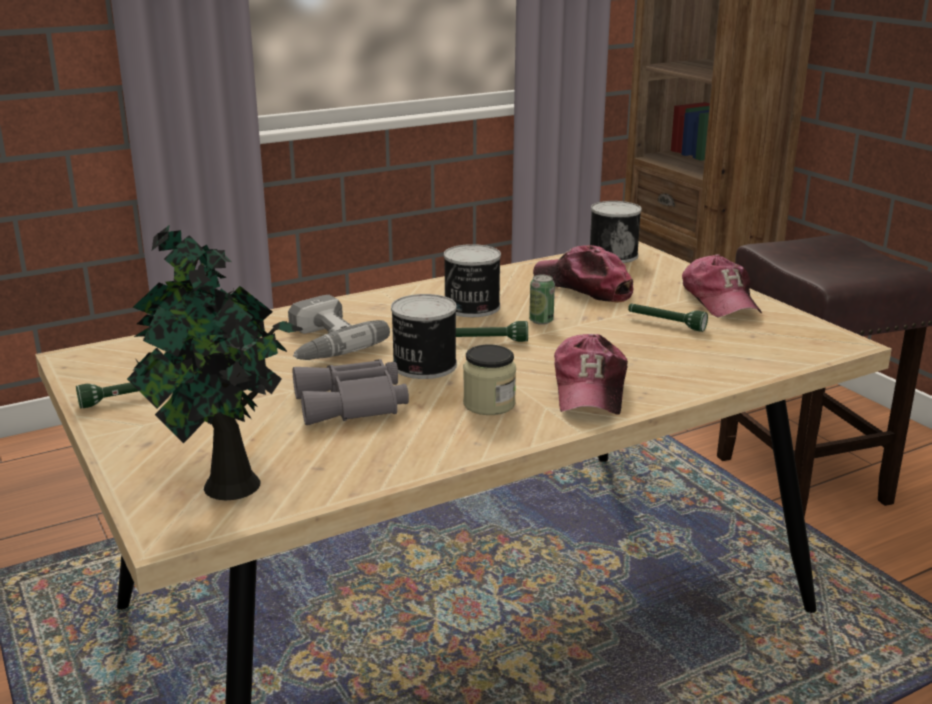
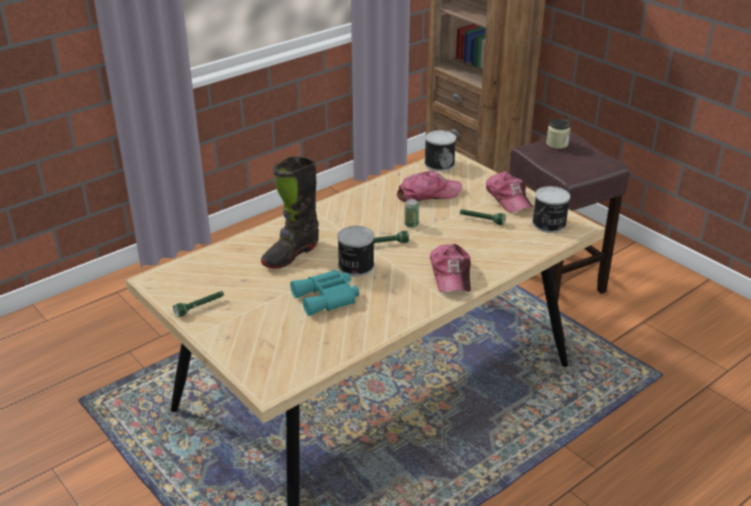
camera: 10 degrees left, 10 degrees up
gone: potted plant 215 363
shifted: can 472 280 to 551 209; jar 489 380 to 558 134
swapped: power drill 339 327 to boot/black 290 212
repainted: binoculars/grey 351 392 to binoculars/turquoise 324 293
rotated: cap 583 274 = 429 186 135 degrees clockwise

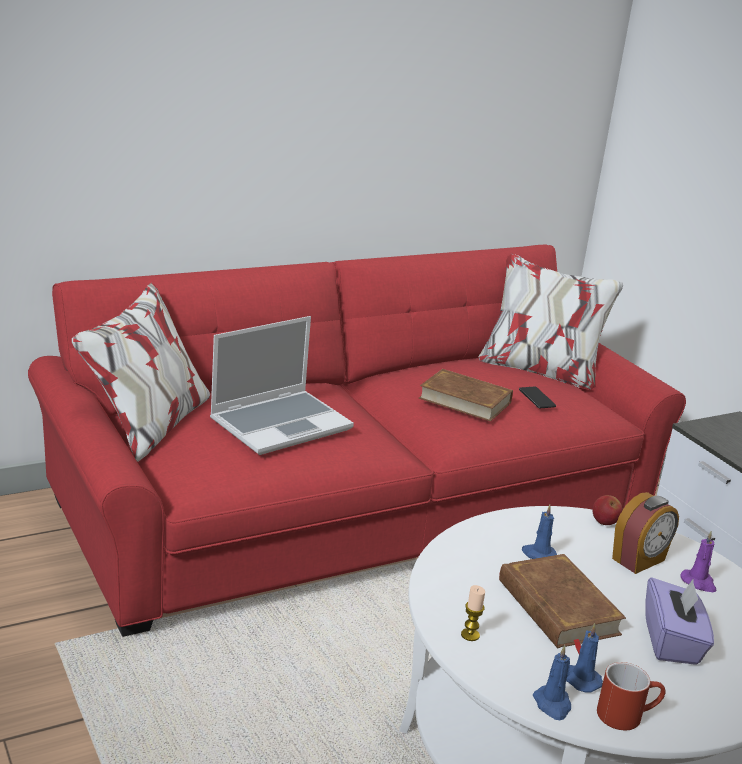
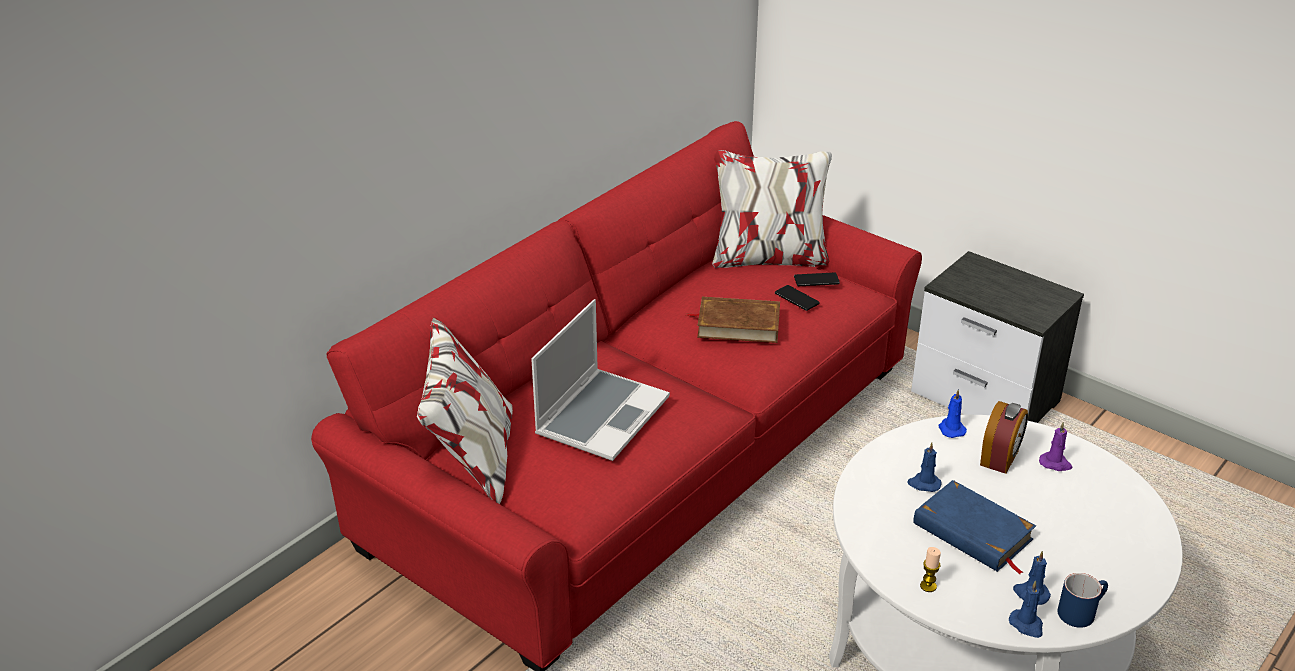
camera: 20 degrees left, 10 degrees up
gone: tissue box/purple 679 621
new: phone 817 279
swapped: apple 608 510 to candle/blue 952 413
repainted: book/brown 562 604 to book/blue 974 527; mug/red 631 696 to mug/blue 1083 600

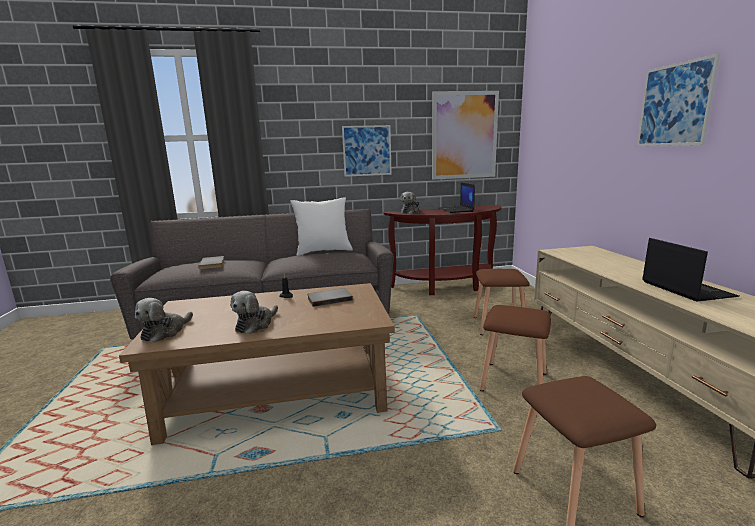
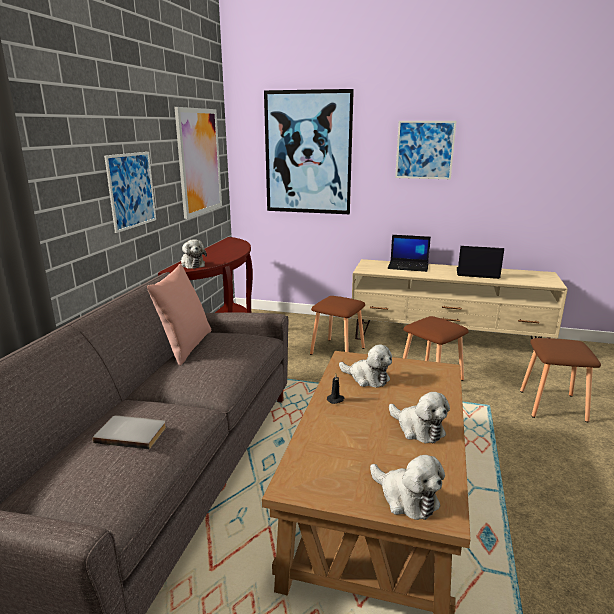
camera: 65 degrees left, 5 degrees up
new: picture 309 151
shifted: laptop 456 198 to 409 253
swapped: book/grey 330 297 to plush toy 365 366
repainted: pillow/white 322 226 to pillow/pink 179 315

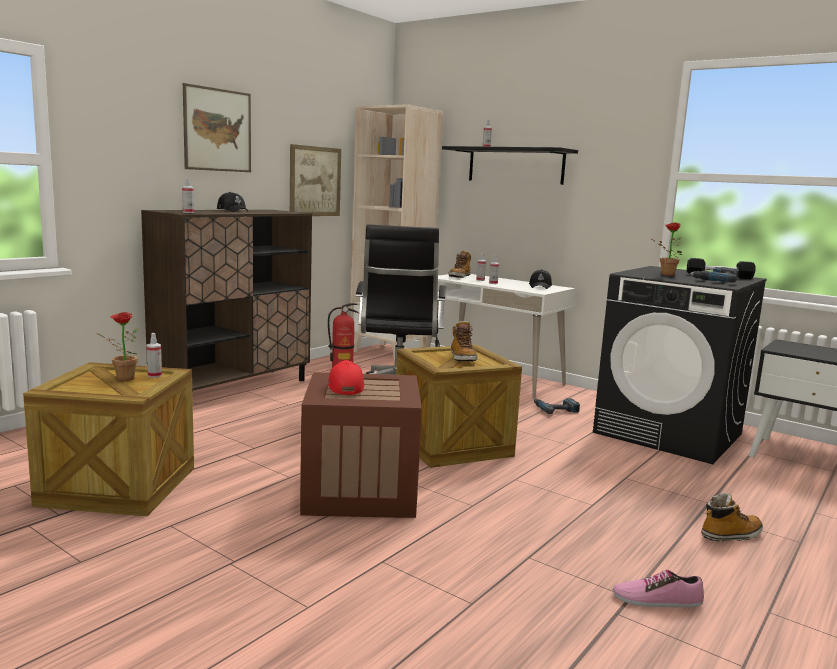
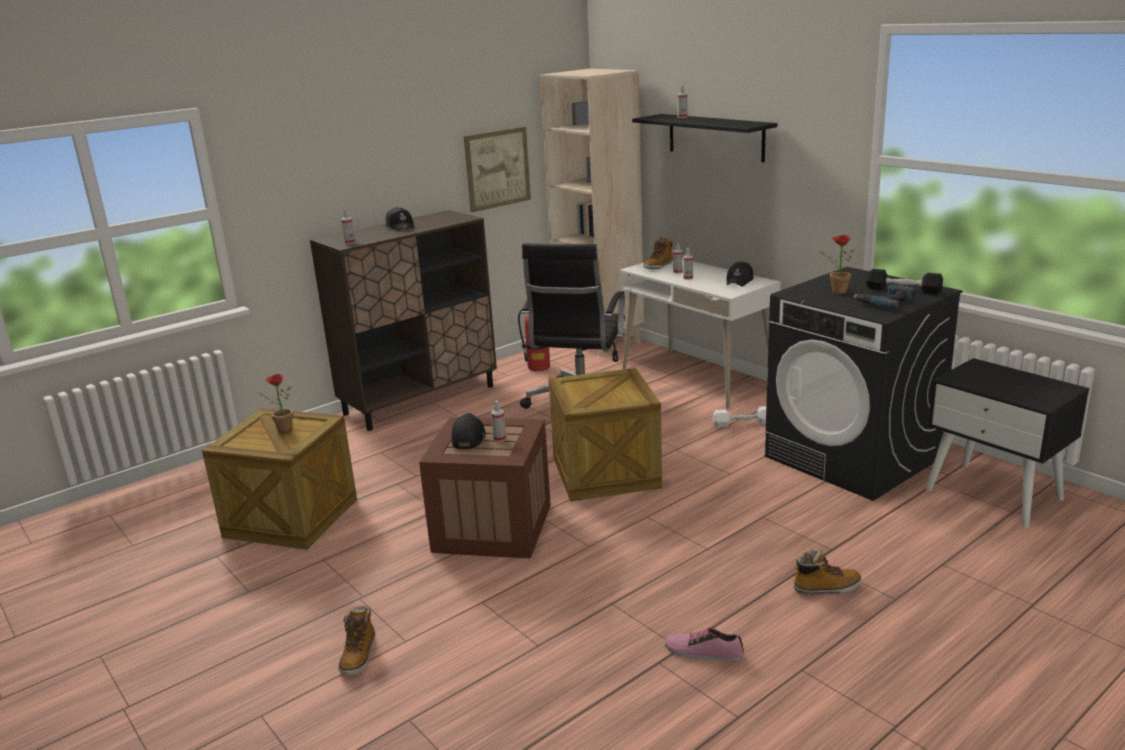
camera: 15 degrees right, 10 degrees up
gone: picture 217 127
shifted: boot 464 341 to 356 640; spray bottle 154 355 to 498 421
swapped: power drill 557 406 to dumbbell/white 739 417
repainted: cap/red 346 377 to cap/black 469 431

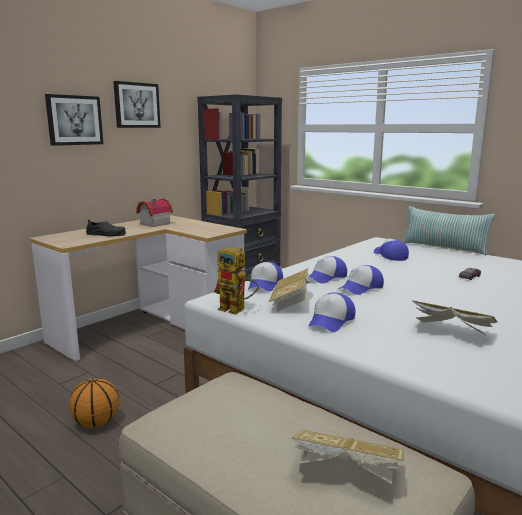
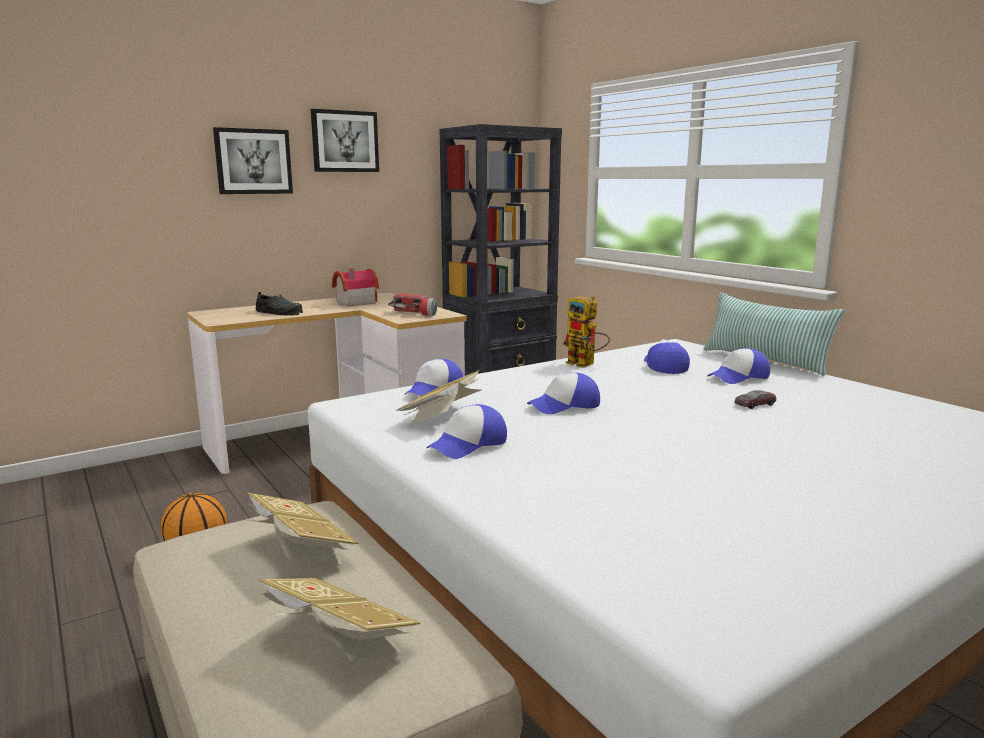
camera: 15 degrees right, 0 degrees up
new: flashlight 412 304
shifted: book 455 318 to 302 528; toy robot 236 281 to 586 332; cap 328 269 to 738 366

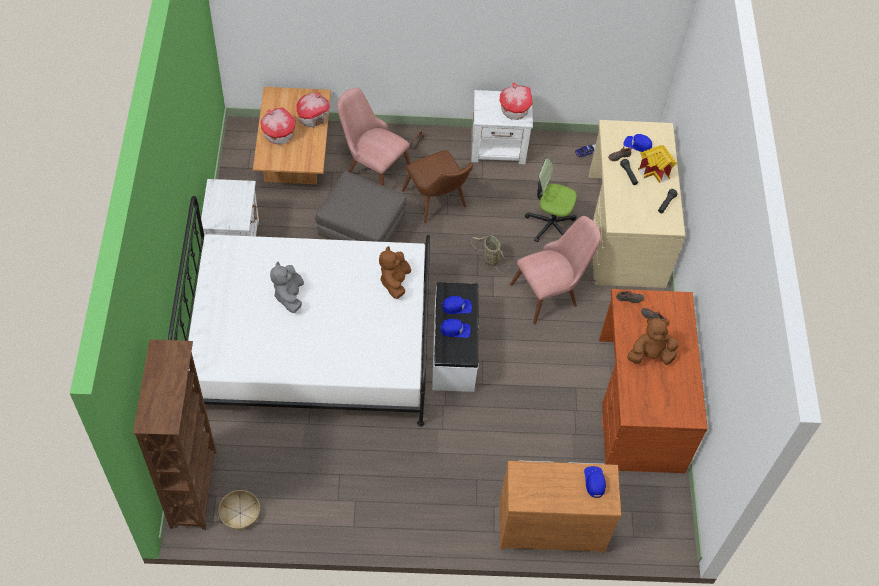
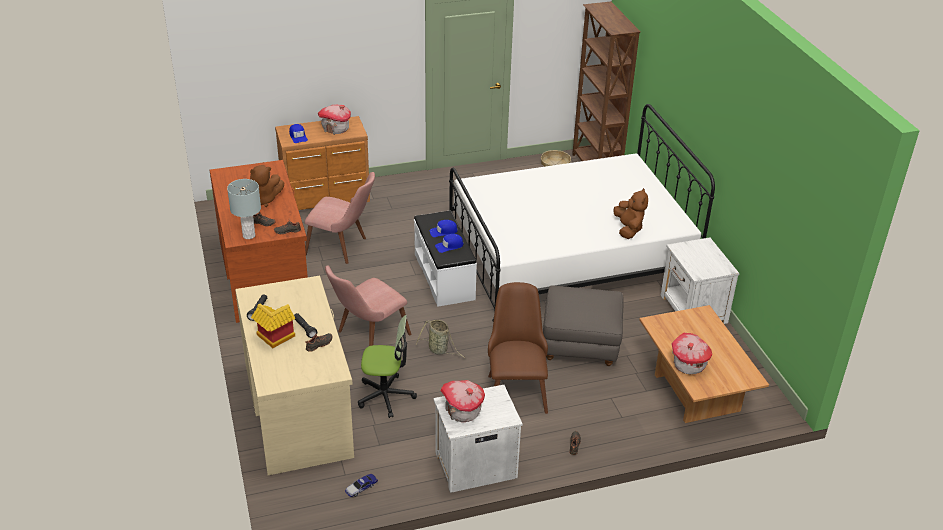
camera: 165 degrees right, 20 degrees down
gone: plush toy/grey 287 287; cap/blue 638 143
new: table lamp/grey 244 209
shifted: chair/pink 374 136 to 340 218; toy house 278 125 to 334 119; plush toy/brown 395 272 to 630 213
rotated: chair/brown 437 187 = 518 348 45 degrees clockwise

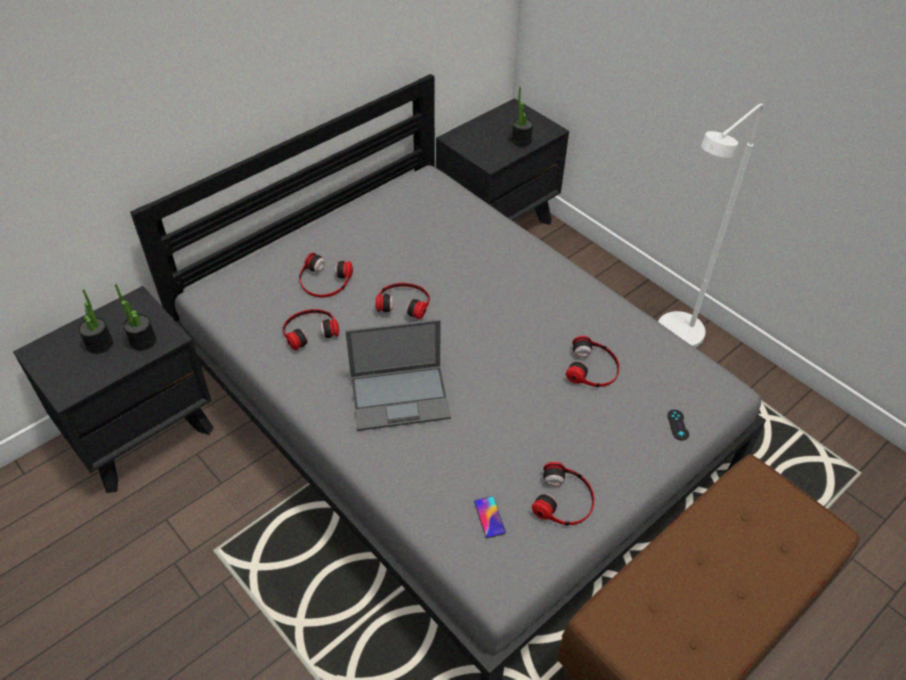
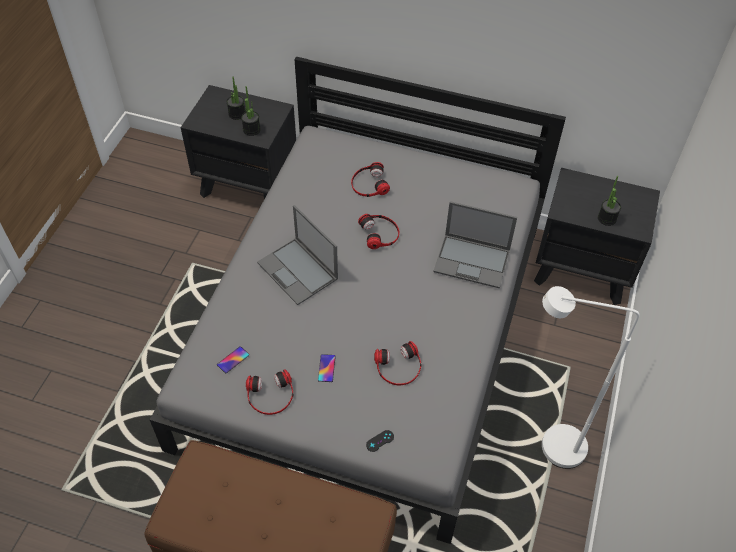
camera: 60 degrees right, 5 degrees up
gone: headphones 310 329
new: phone 327 368; laptop 475 244

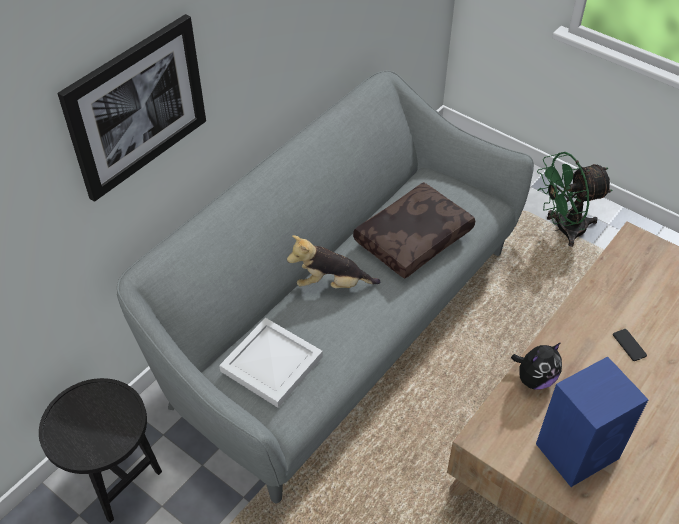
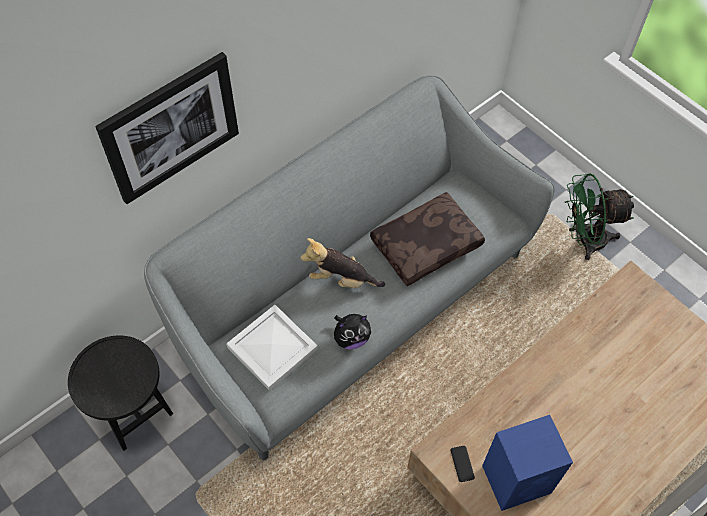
camera: 10 degrees right, 10 degrees up
shifted: plush toy 536 366 to 352 331; phone 630 345 to 463 464

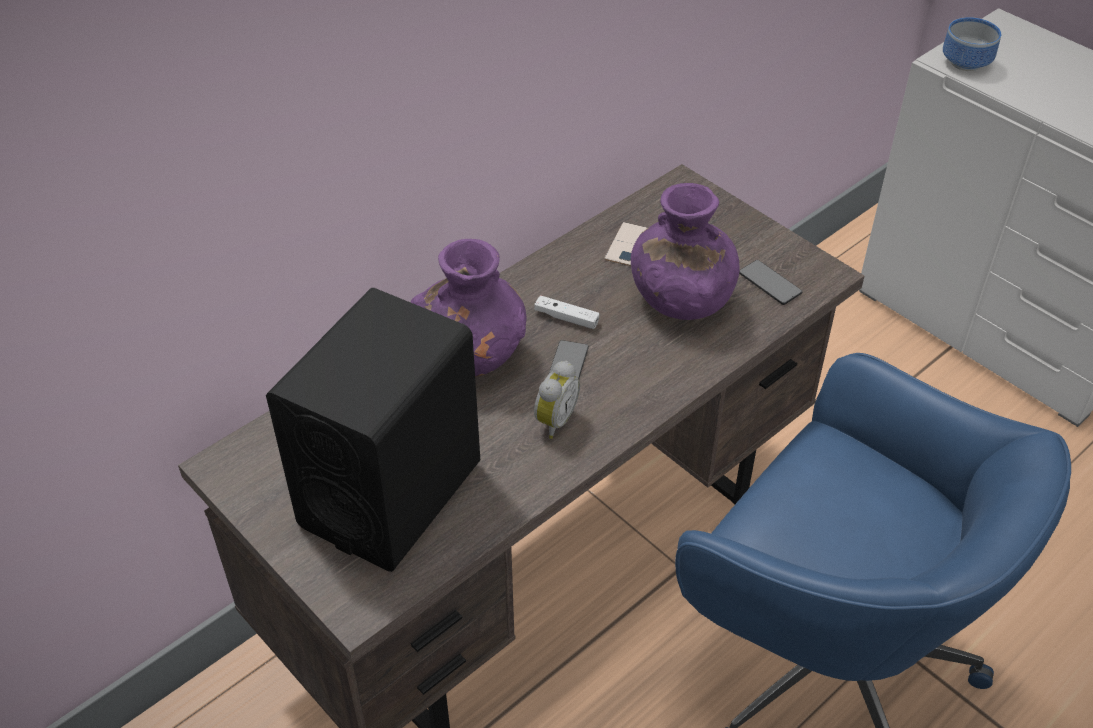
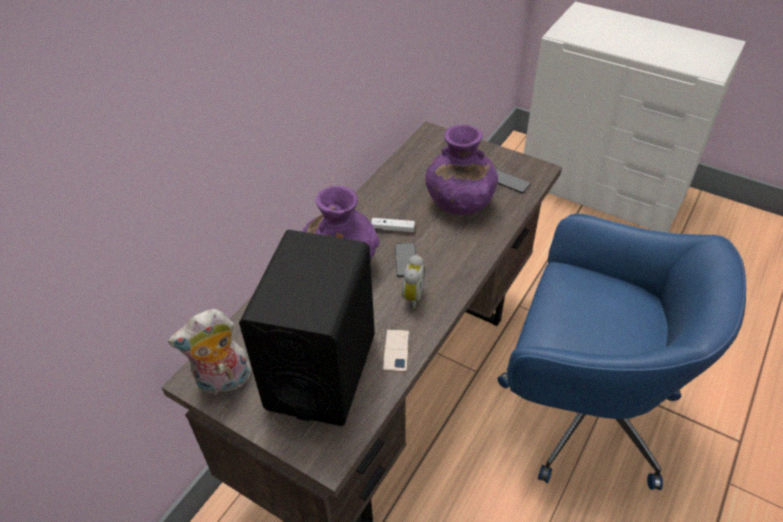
camera: 15 degrees left, 0 degrees up
gone: bowl 972 44
new: plush toy 209 352
shifted: phone 625 244 to 396 350

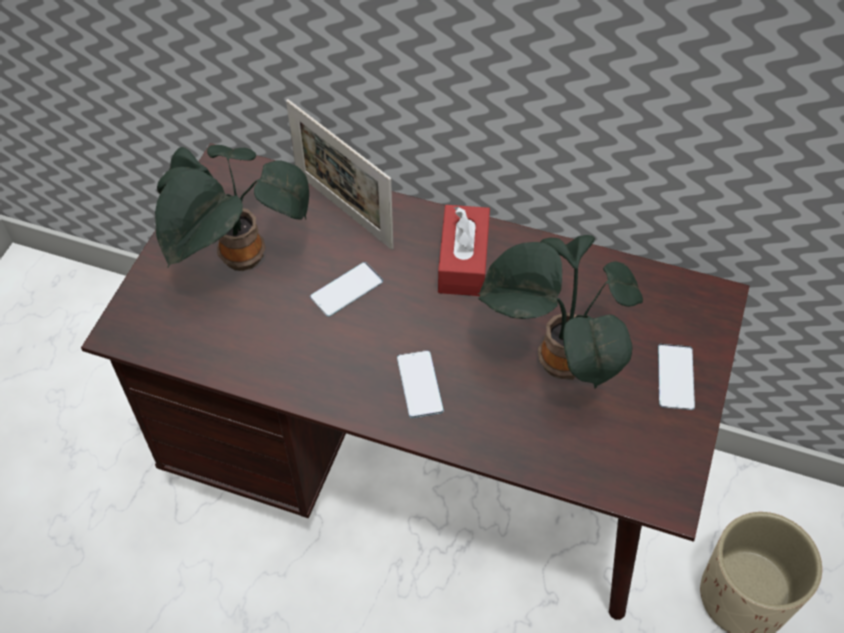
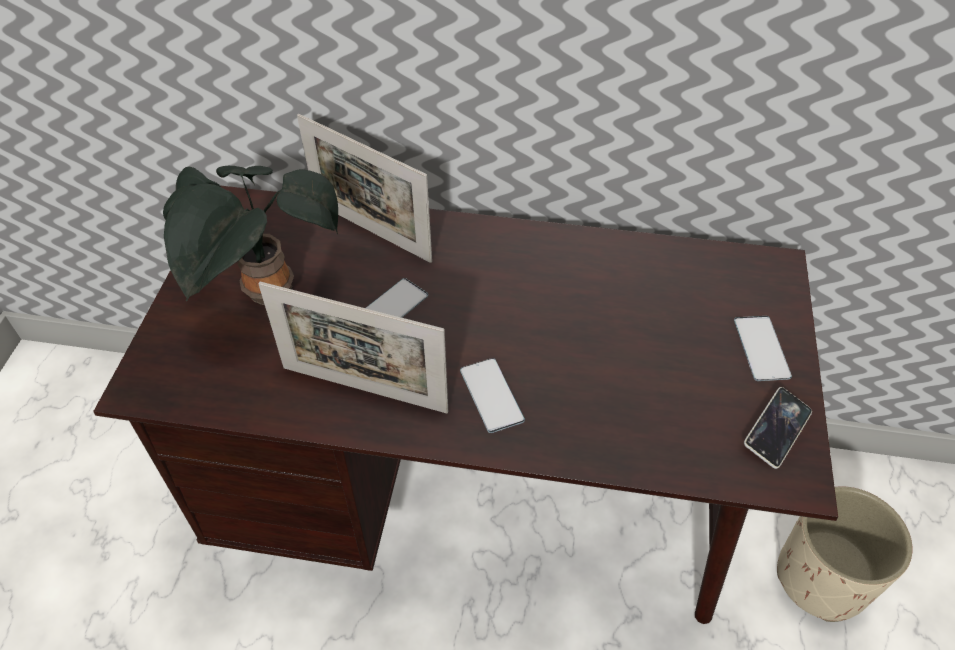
camera: 10 degrees left, 5 degrees down
gone: tissue box/red 464 250; potted plant 560 312
new: picture frame 353 347; phone 778 428

